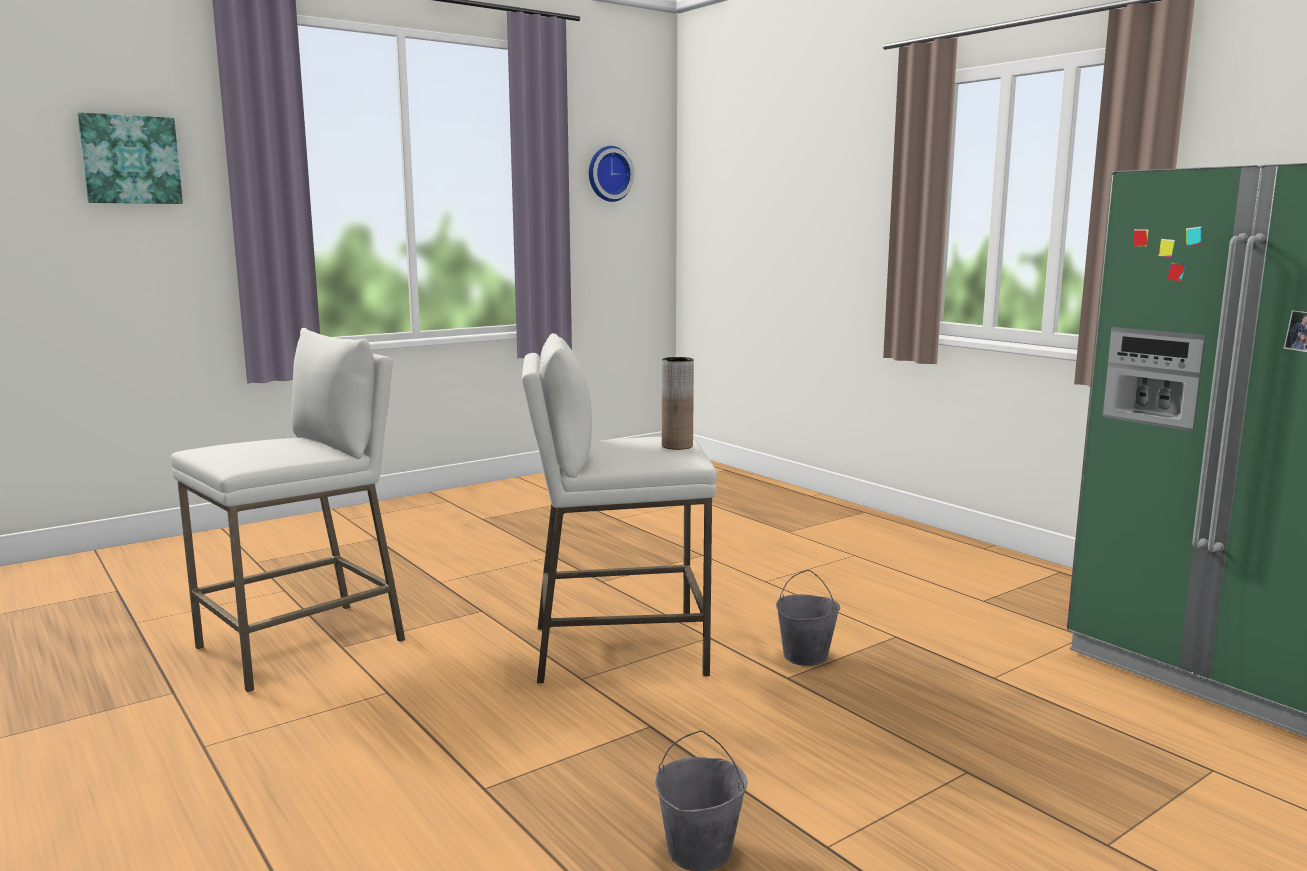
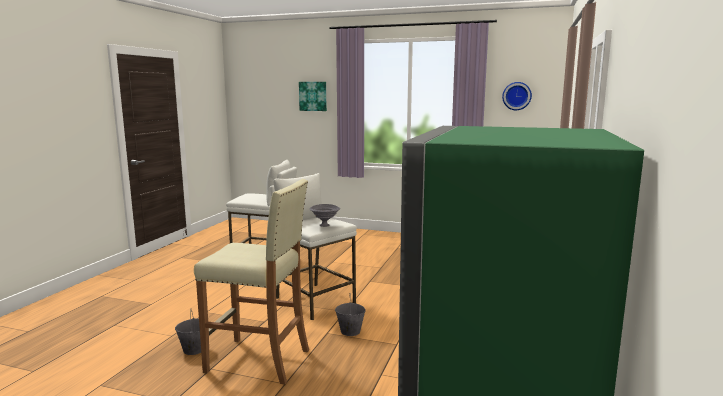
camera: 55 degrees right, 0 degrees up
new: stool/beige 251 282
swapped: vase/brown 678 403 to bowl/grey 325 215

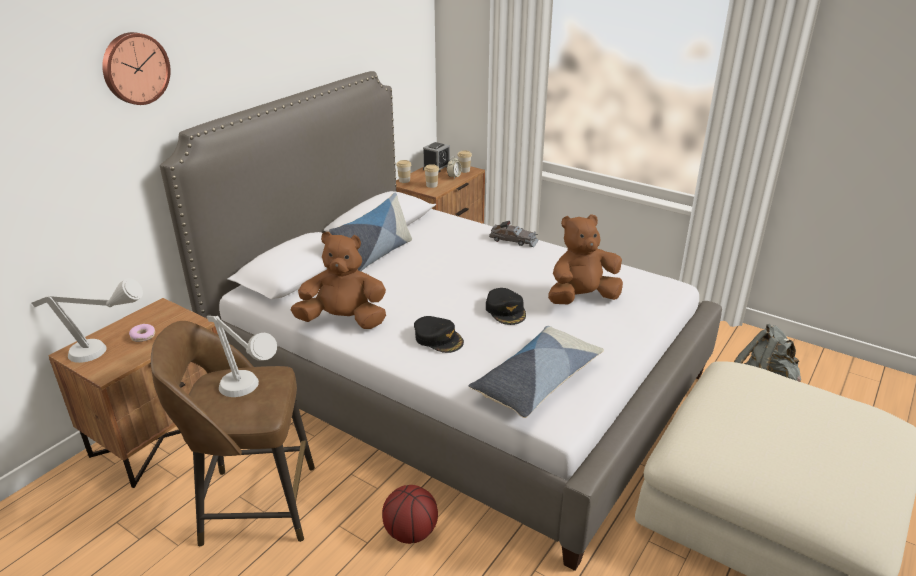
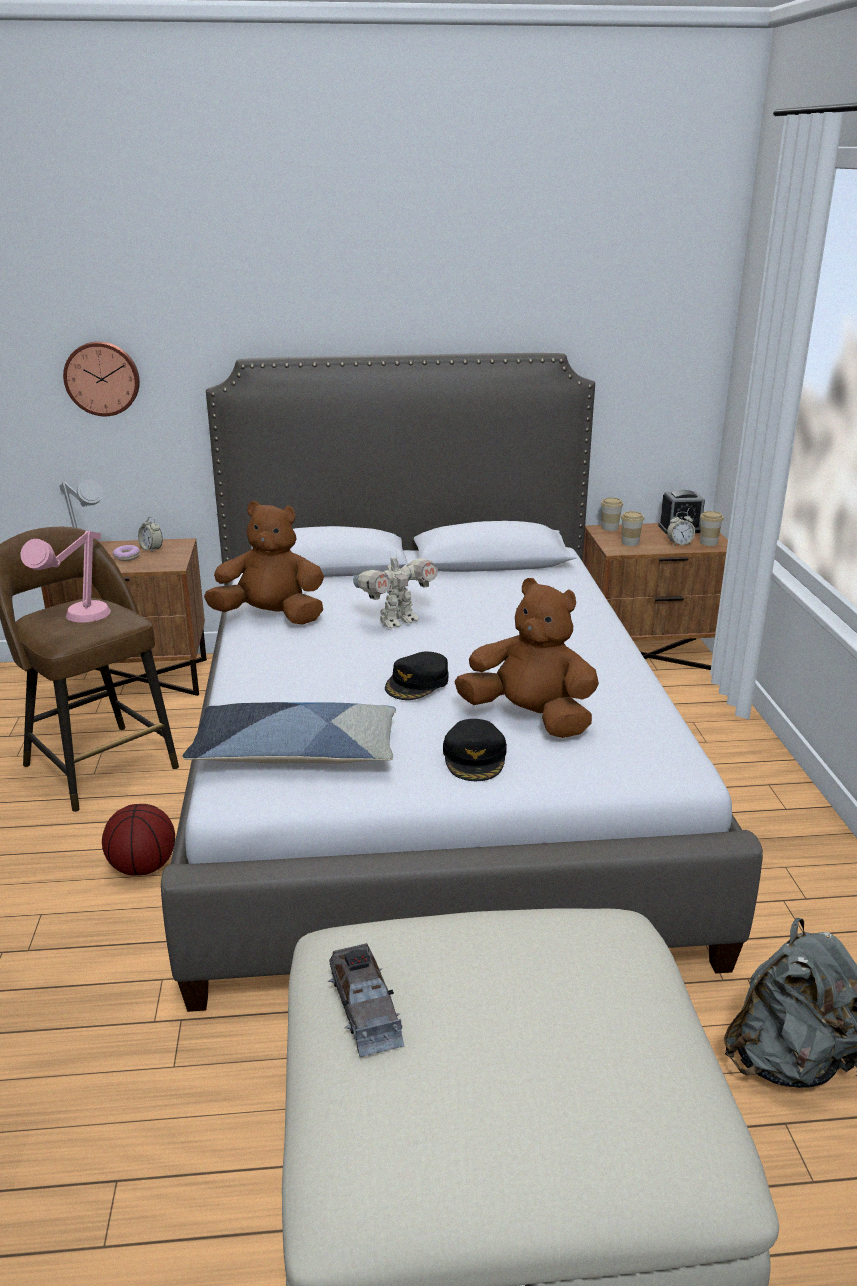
camera: 50 degrees right, 5 degrees down
gone: pillow 370 231
new: alarm clock 150 535; toy robot 395 590
shifted: wall clock 136 68 to 101 378; toy car/grey 514 234 to 365 1000; cap/black 439 334 to 475 750
repainted: table lamp/grey 242 356 to table lamp/pink 65 577
rotated: plush toy/brown 338 280 = 264 563 45 degrees counterclockwise

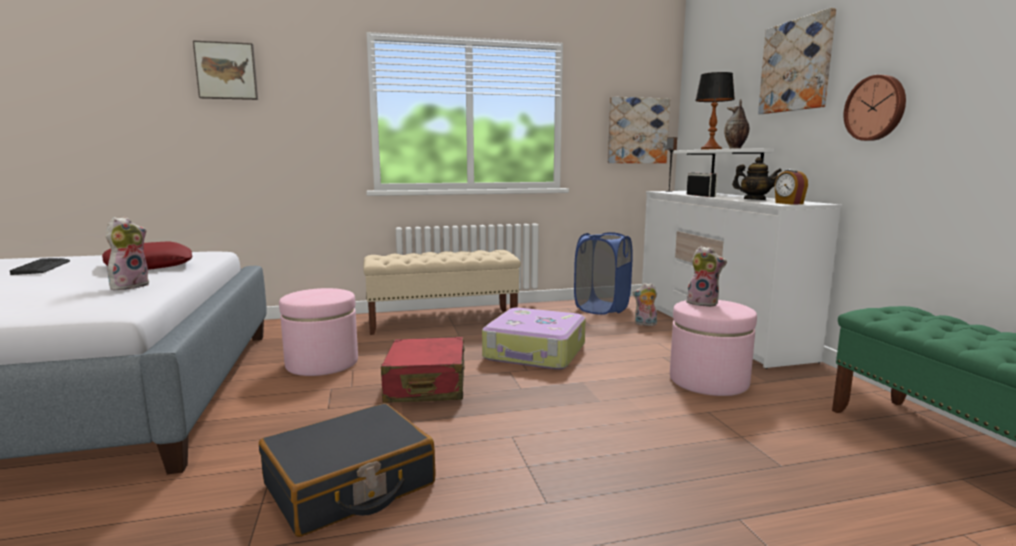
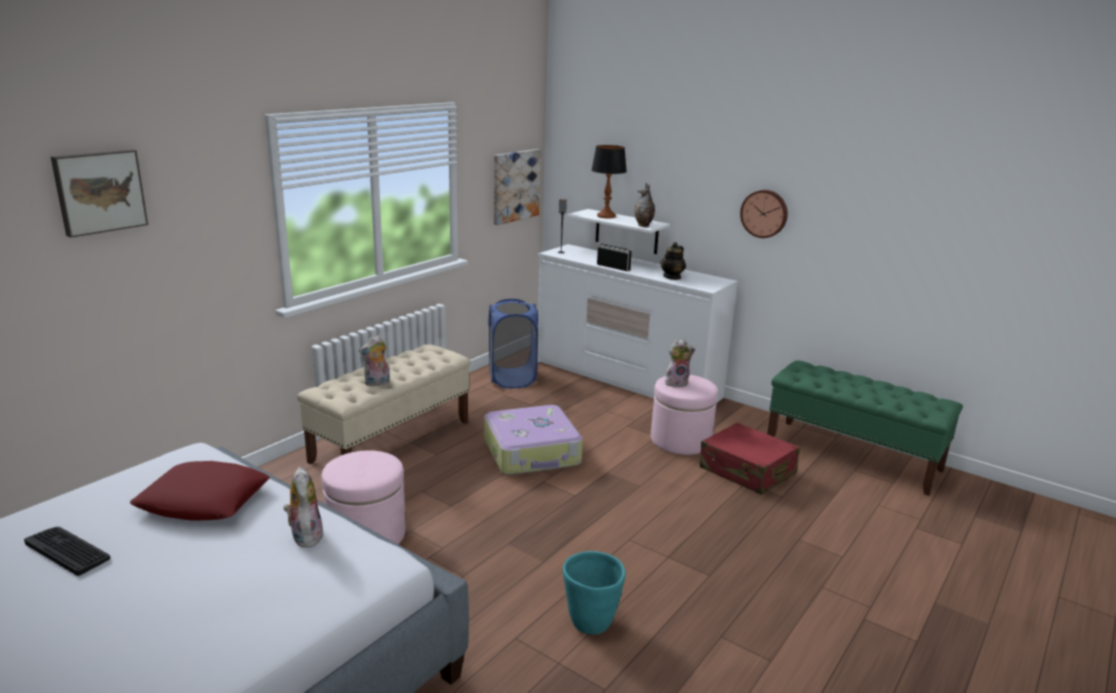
camera: 40 degrees left, 10 degrees up
gone: picture 797 61; alarm clock 791 187
shifted: plush toy 644 304 to 374 361; suitcase/red 422 370 to 750 459
swapped: suitcase/black 347 470 to planter/turquoise 594 593
rotated: teapot 757 178 = 673 261 120 degrees clockwise

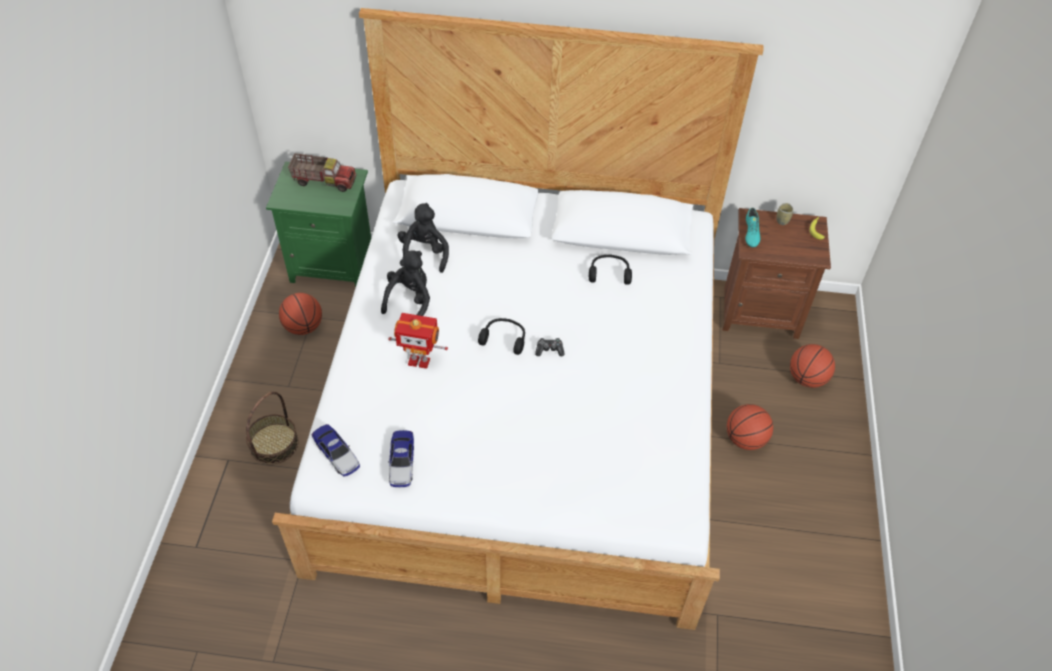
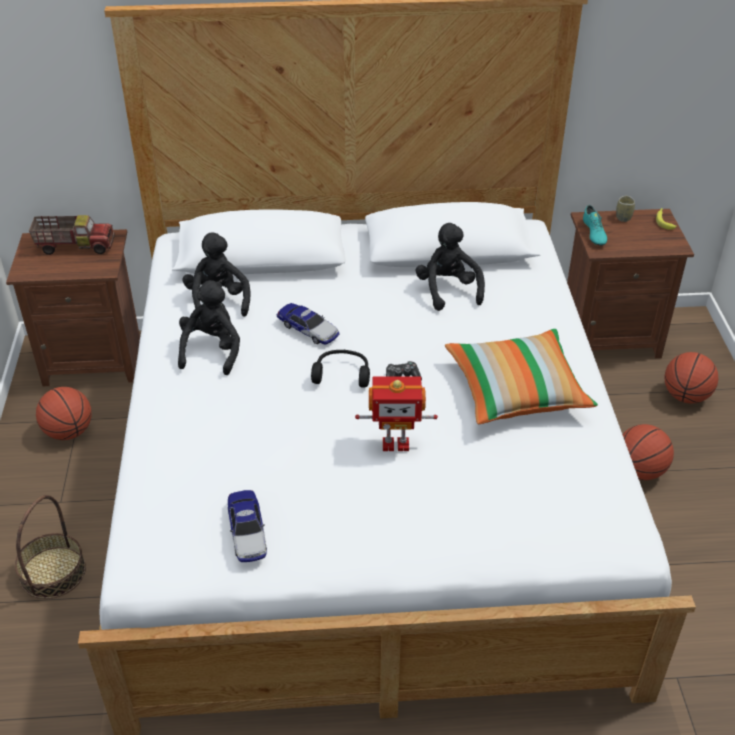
camera: 10 degrees left, 10 degrees down
new: pillow 521 376
shifted: toy car 336 450 to 308 324; toy robot 418 341 to 396 413
swapped: headphones/black 610 270 to plush toy/black 450 267
repainted: nightstand/green 318 224 to nightstand/brown 73 307

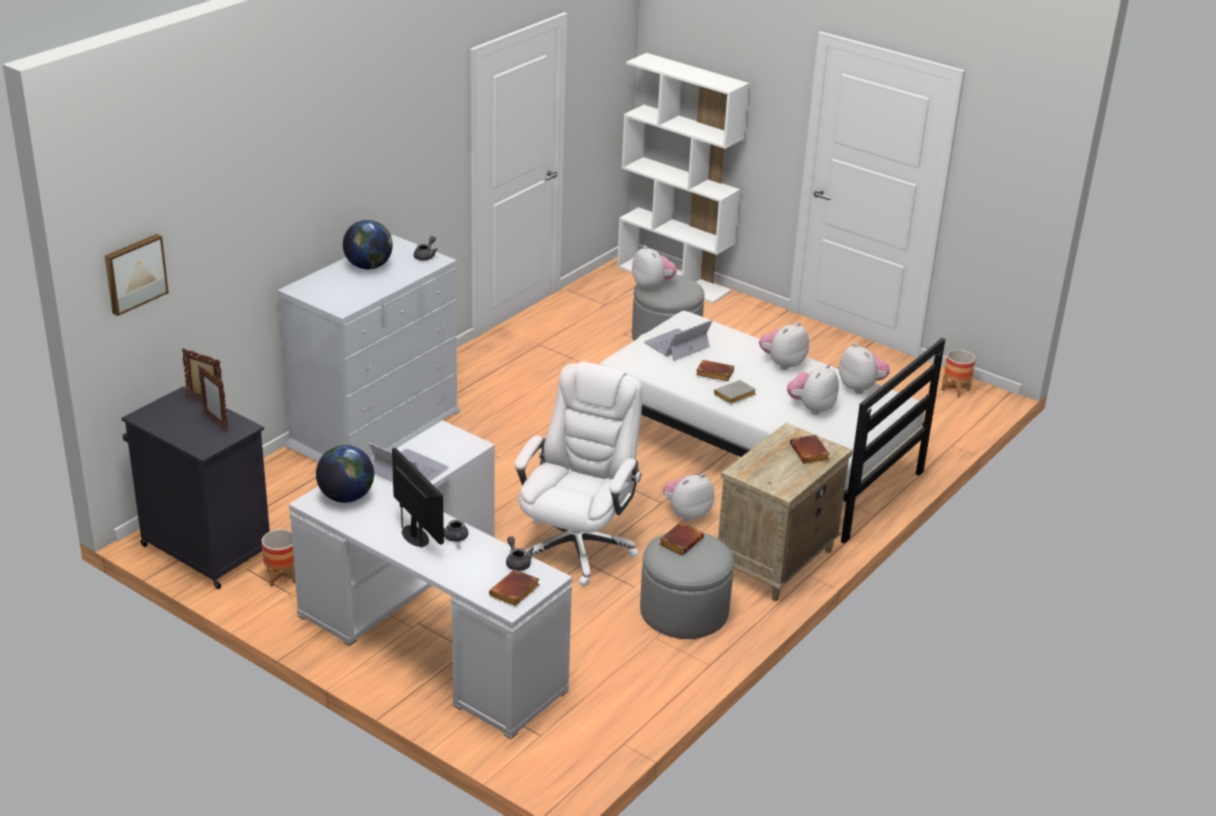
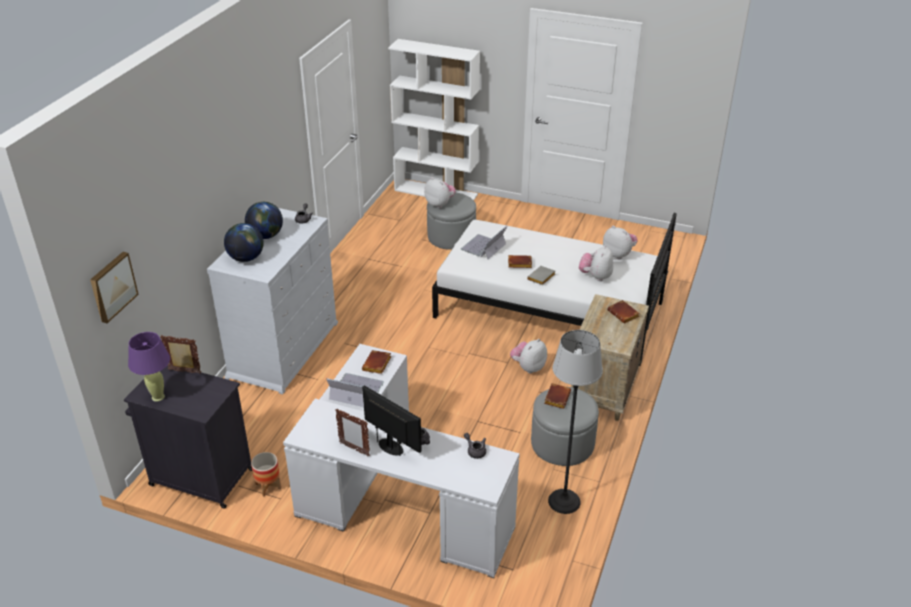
camera: 15 degrees left, 5 degrees up
gone: office chair/white 578 474; plush toy 784 346; planter 958 374
new: table lamp/purple 149 367; floor lamp 575 422
shifted: globe 345 474 to 244 242; picture frame 213 398 to 352 432; book/brown 514 587 to 376 362

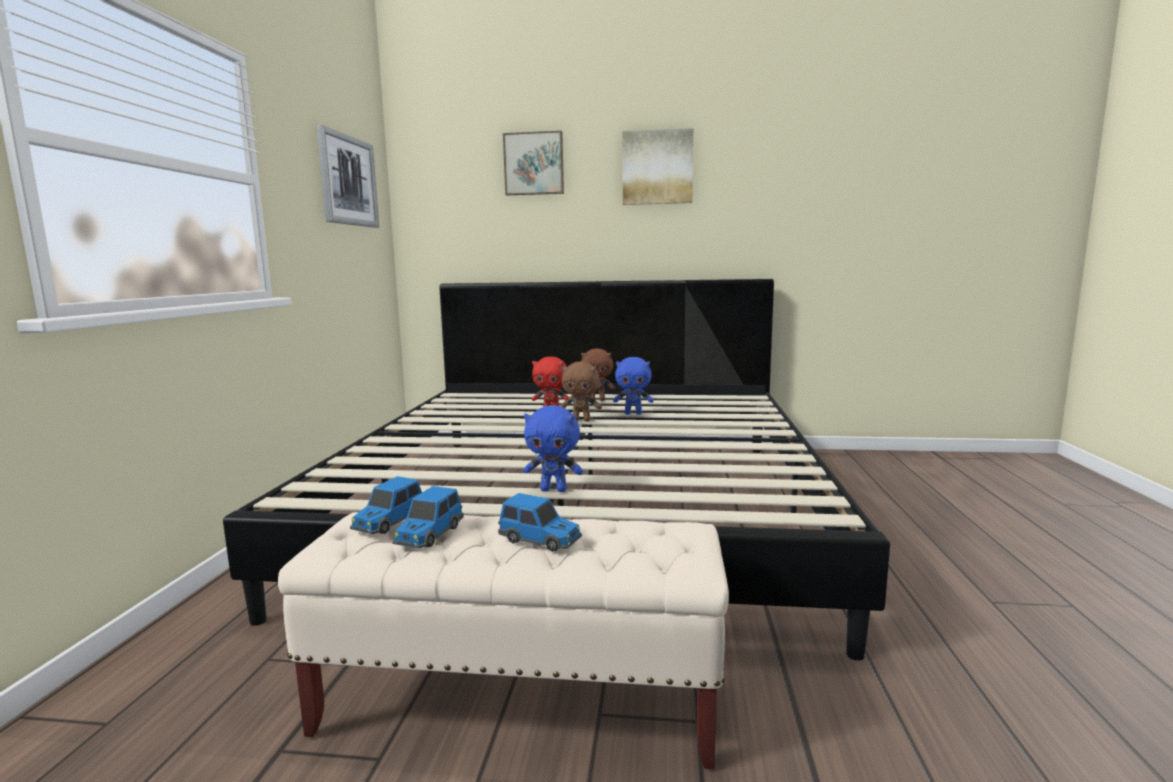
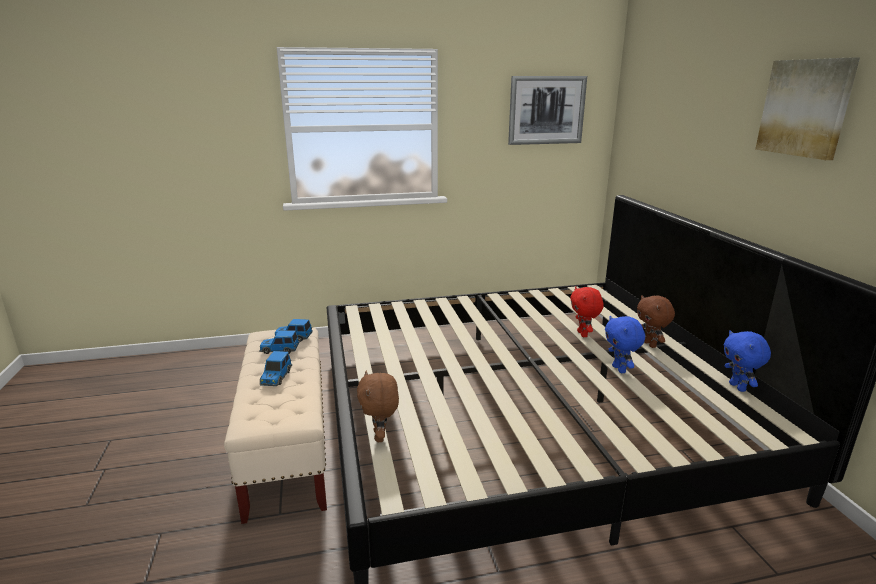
camera: 70 degrees right, 10 degrees up
gone: picture 533 163
shifted: plush toy/brown 581 392 to 378 406; plush toy/blue 553 448 to 747 361

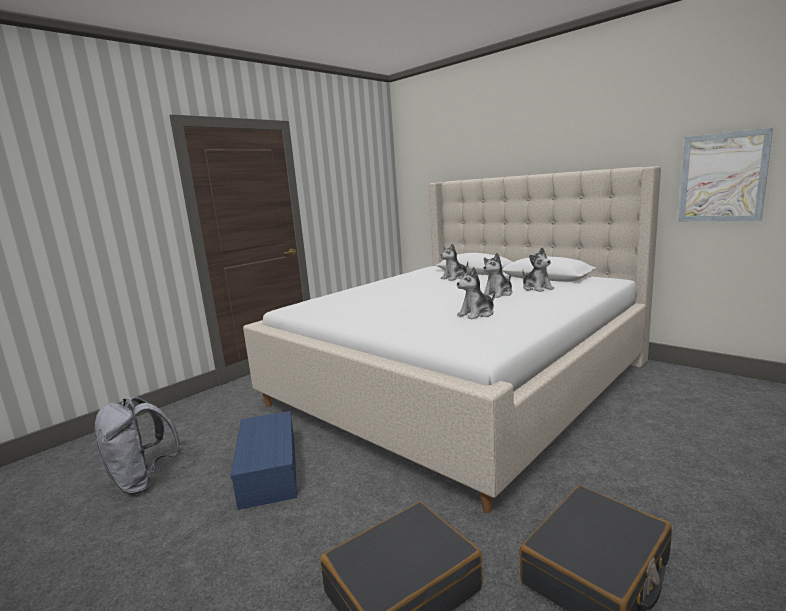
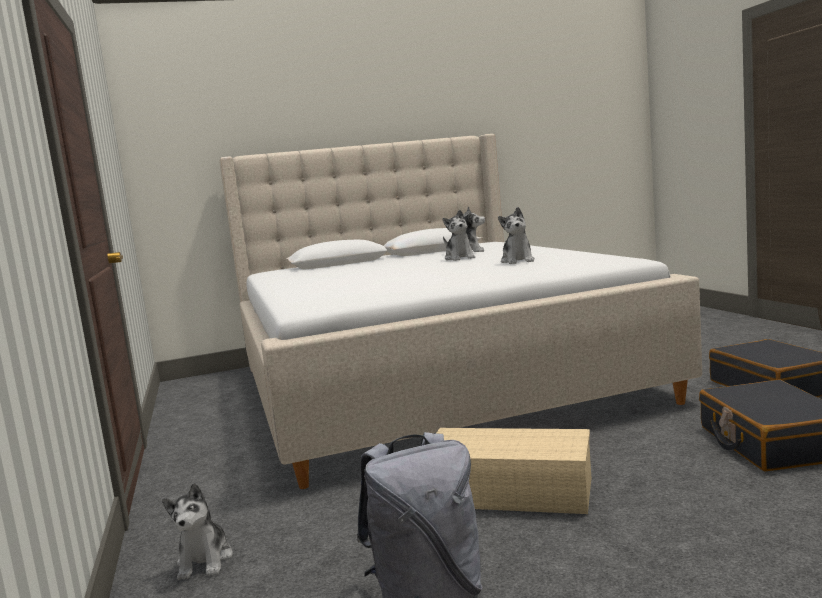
camera: 60 degrees left, 5 degrees down
gone: picture 725 174
shifted: plush toy 454 262 to 197 531
repainted: storage box/blue 263 460 to storage box/beige 513 471

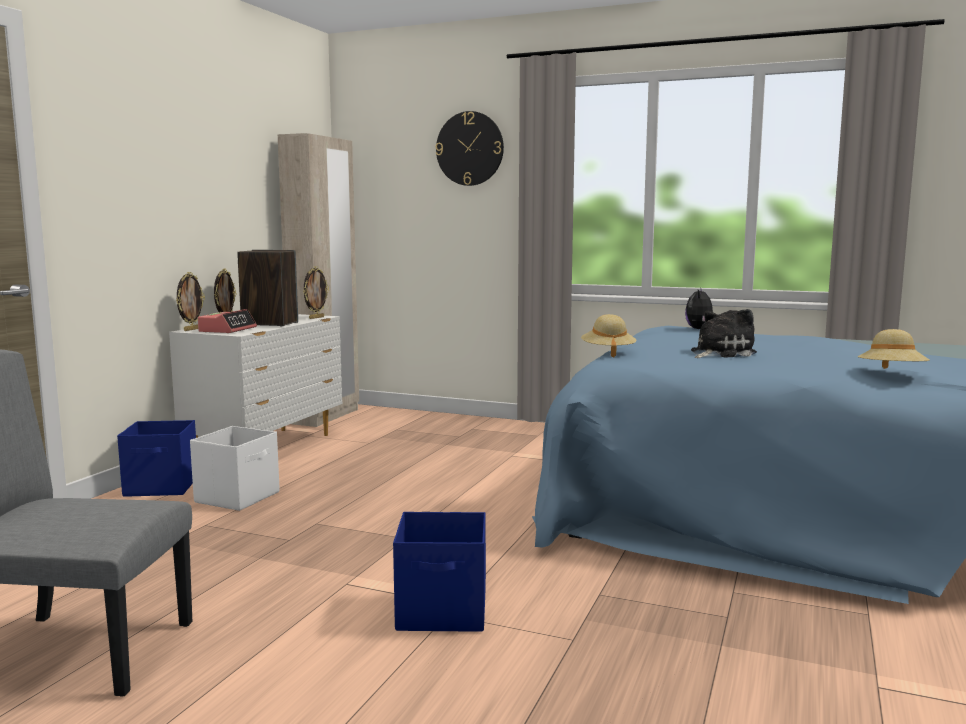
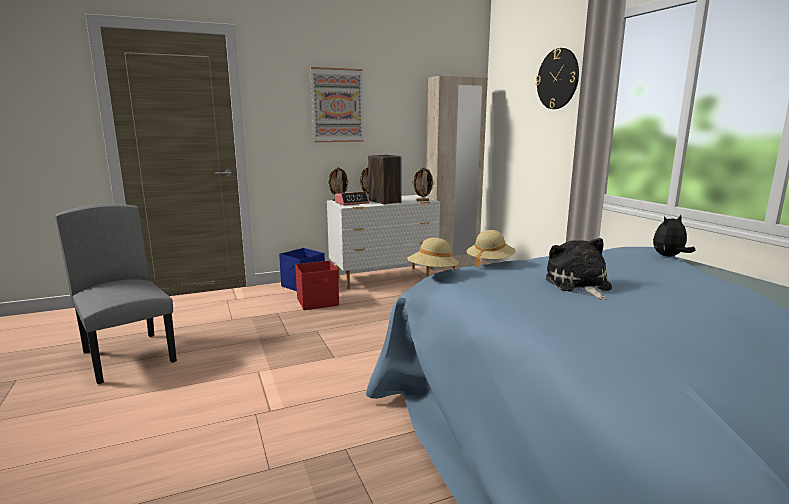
camera: 45 degrees right, 5 degrees up
gone: storage box/blue 439 572
new: picture 337 104
shifted: hat/beige 894 349 to 433 253
repainted: storage box/white 235 468 to storage box/red 317 285
rotated: plush toy 724 333 = 579 269 105 degrees counterclockwise

